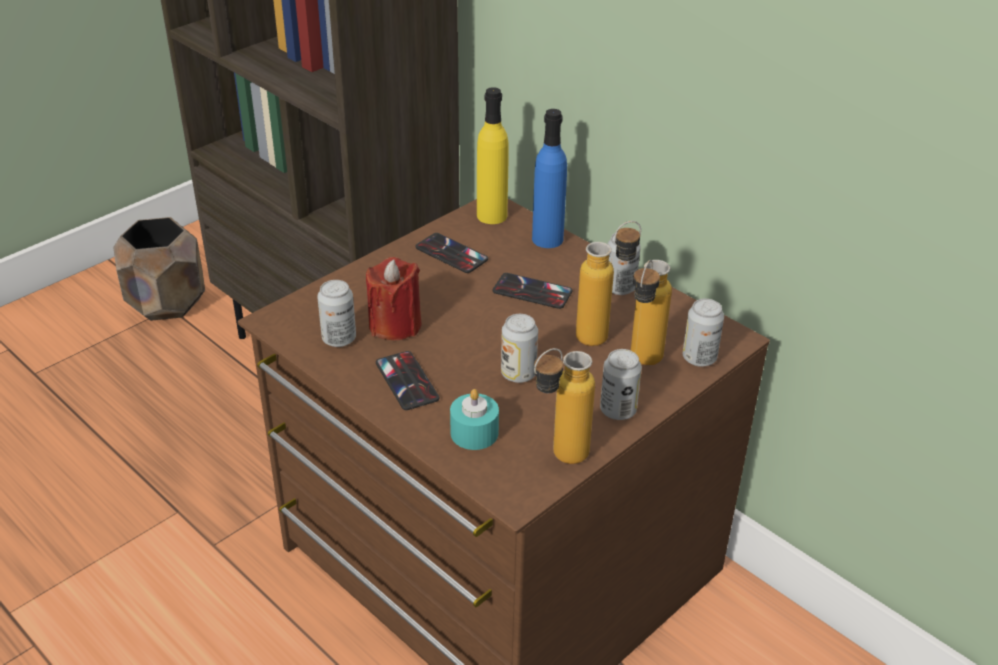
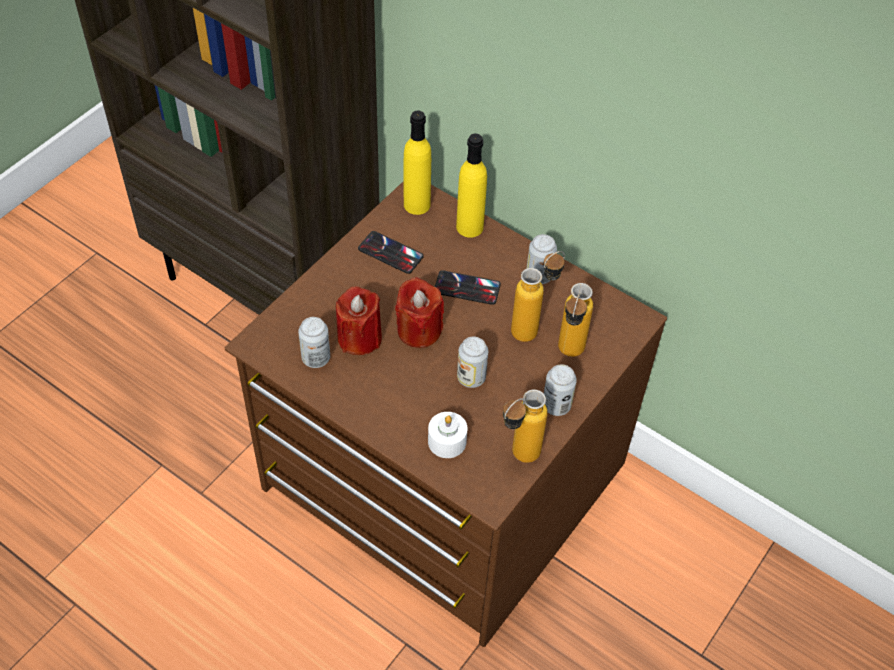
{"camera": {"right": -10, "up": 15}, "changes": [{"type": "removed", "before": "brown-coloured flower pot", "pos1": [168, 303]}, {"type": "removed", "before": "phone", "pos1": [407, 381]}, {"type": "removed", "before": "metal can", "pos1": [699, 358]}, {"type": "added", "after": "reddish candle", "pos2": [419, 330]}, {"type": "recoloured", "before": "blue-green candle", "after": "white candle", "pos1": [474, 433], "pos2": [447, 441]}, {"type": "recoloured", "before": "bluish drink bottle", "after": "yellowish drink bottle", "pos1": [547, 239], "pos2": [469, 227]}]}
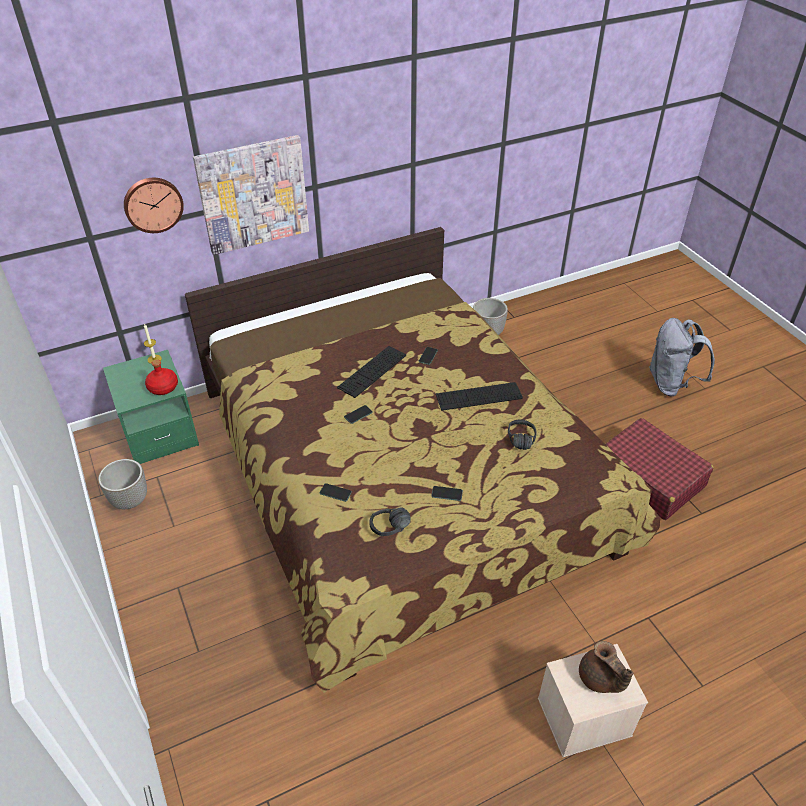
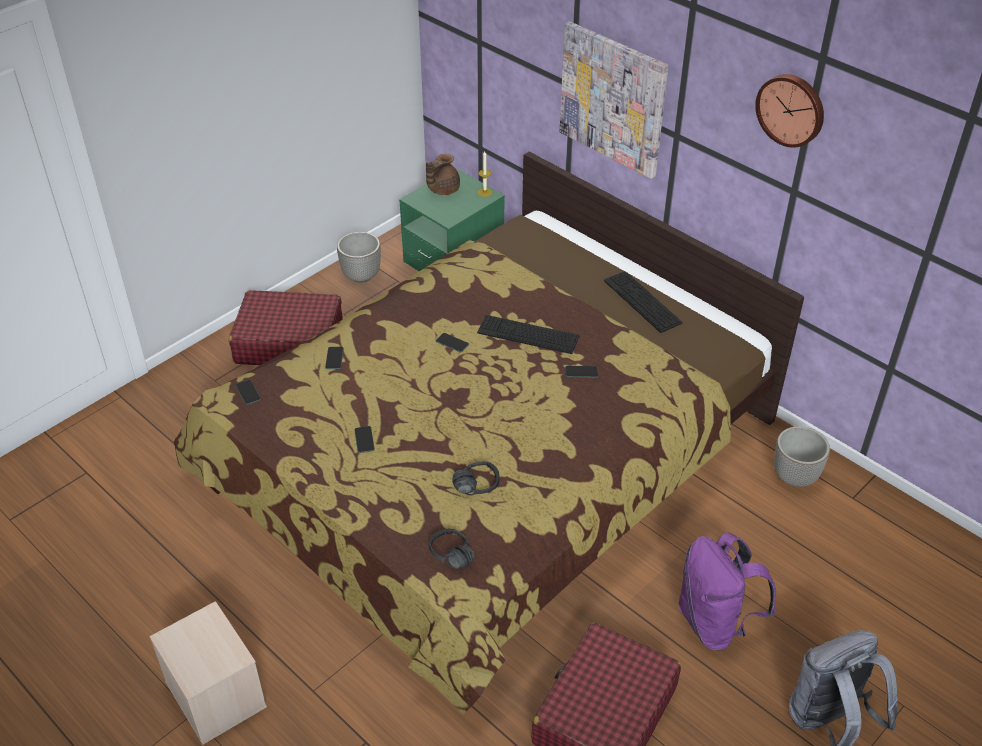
{"camera": {"right": 70, "up": 0}, "changes": [{"type": "removed", "before": "reddish drink bottle", "pos1": [163, 387]}, {"type": "added", "after": "reddish suitcase", "pos2": [289, 342]}, {"type": "added", "after": "phone", "pos2": [248, 392]}, {"type": "added", "after": "purple knapsack", "pos2": [715, 623]}, {"type": "moved", "before": "wall clock", "pos1": [153, 204], "pos2": [791, 109]}, {"type": "moved", "before": "black headphones", "pos1": [392, 531], "pos2": [446, 559]}, {"type": "moved", "before": "PC keyboard", "pos1": [479, 396], "pos2": [642, 301]}, {"type": "moved", "before": "brown-coloured tea pot", "pos1": [599, 679], "pos2": [442, 189]}]}
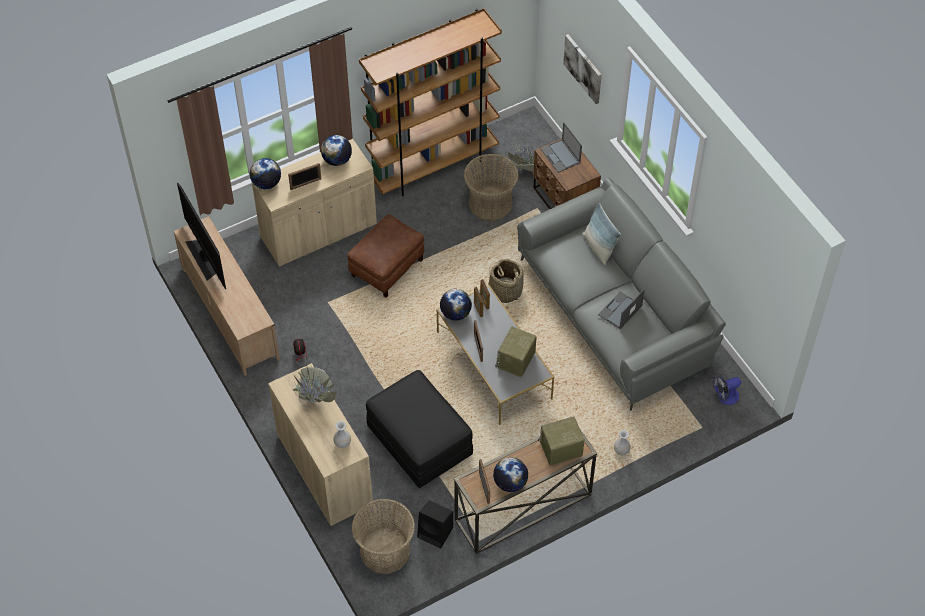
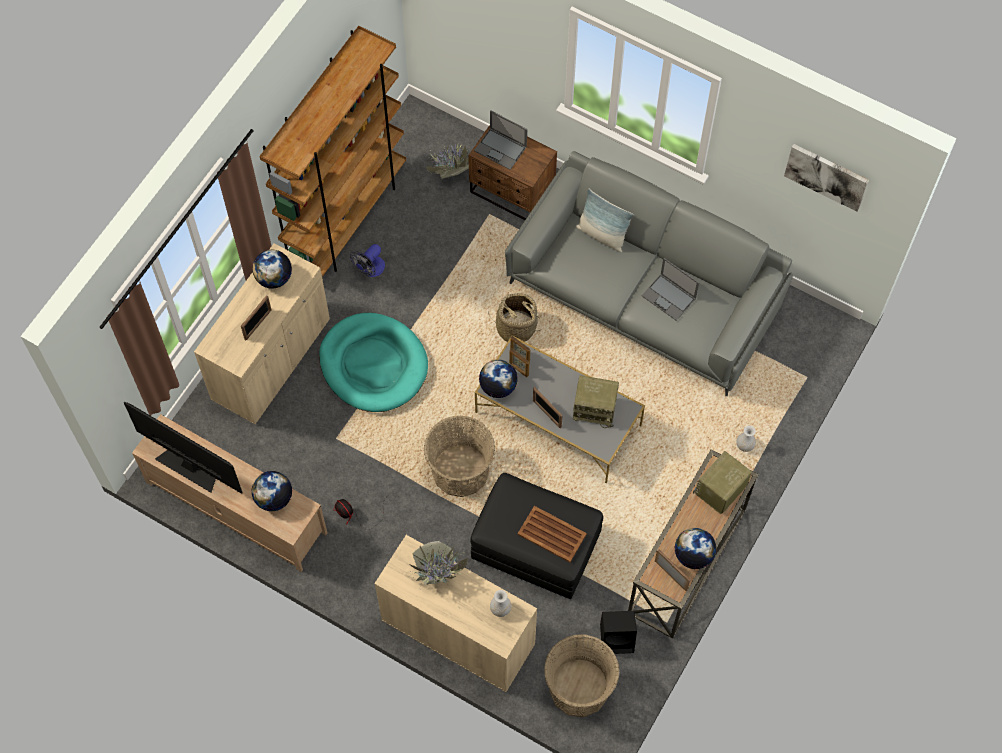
{"camera": {"right": -30, "up": 10}, "changes": [{"type": "added", "after": "brown-coloured serving tray", "pos2": [552, 535]}, {"type": "moved", "before": "desk globe", "pos1": [266, 183], "pos2": [274, 498]}, {"type": "moved", "before": "basket", "pos1": [490, 203], "pos2": [460, 470]}, {"type": "moved", "before": "wall picture", "pos1": [583, 68], "pos2": [826, 176]}, {"type": "moved", "before": "fan", "pos1": [724, 397], "pos2": [370, 270]}, {"type": "replaced", "before": "brown-coloured pouffe", "after": "blue-green dog bed", "pos1": [387, 267], "pos2": [373, 364]}, {"type": "turned", "before": "radio", "pos1": [516, 361], "pos2": [595, 408], "turn": -75}, {"type": "turned", "before": "notebook computer", "pos1": [620, 311], "pos2": [669, 297], "turn": -60}]}
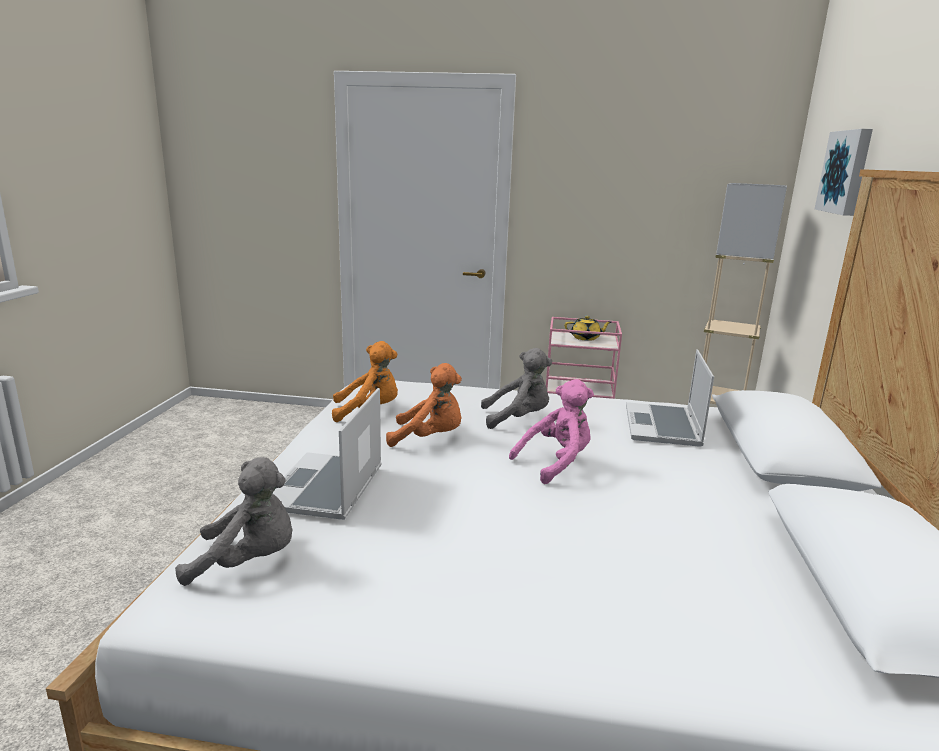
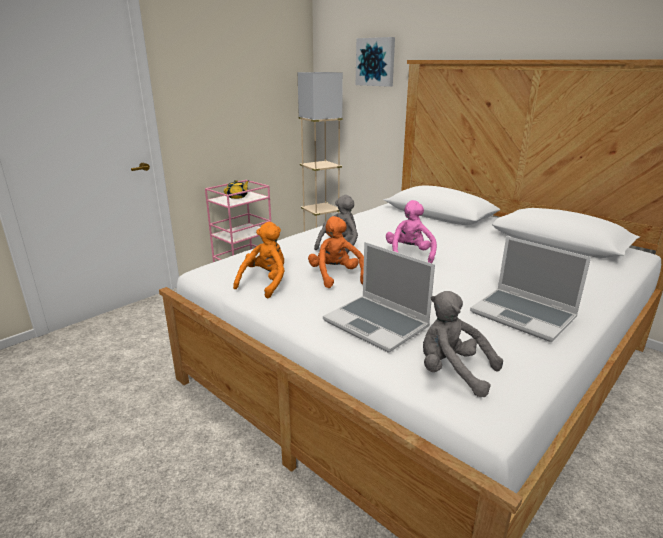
{"camera": {"right": -55, "up": 5}, "changes": [{"type": "moved", "before": "notebook computer", "pos1": [663, 427], "pos2": [524, 315]}, {"type": "turned", "before": "grey plush toy", "pos1": [248, 562], "pos2": [452, 372], "turn": -90}, {"type": "turned", "before": "orange-coloured plush toy", "pos1": [429, 438], "pos2": [336, 276], "turn": -60}]}
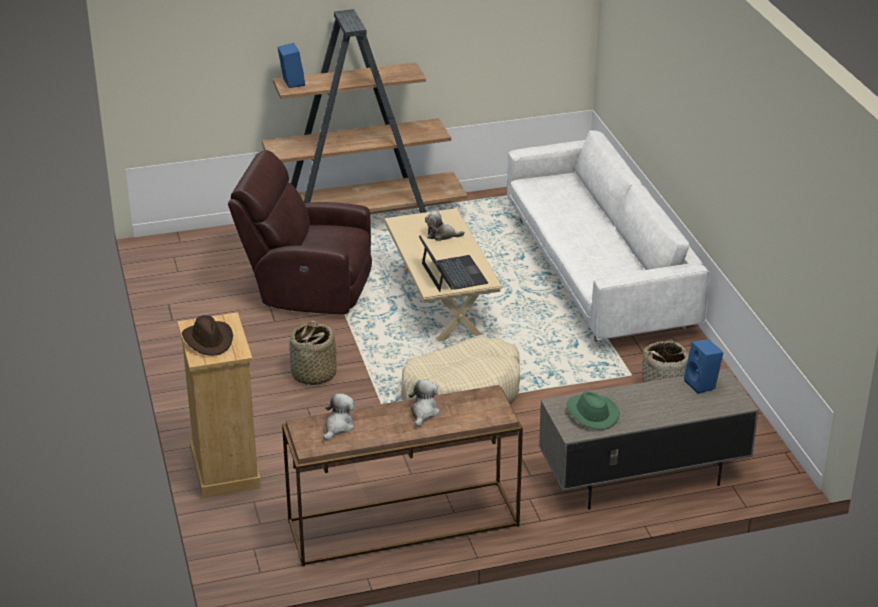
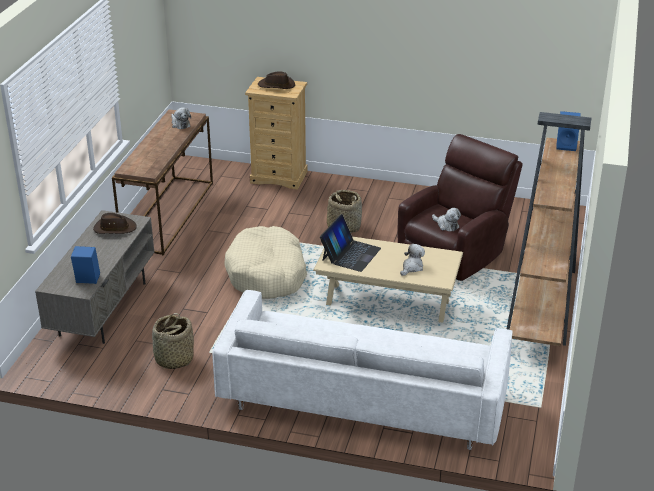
{"camera": {"right": 120, "up": 0}, "changes": [{"type": "moved", "before": "plush toy", "pos1": [424, 412], "pos2": [446, 225]}, {"type": "recoloured", "before": "green-coloured clothing hat", "after": "brown-coloured clothing hat", "pos1": [591, 413], "pos2": [114, 228]}, {"type": "turned", "before": "notebook computer", "pos1": [453, 273], "pos2": [350, 254], "turn": -75}]}
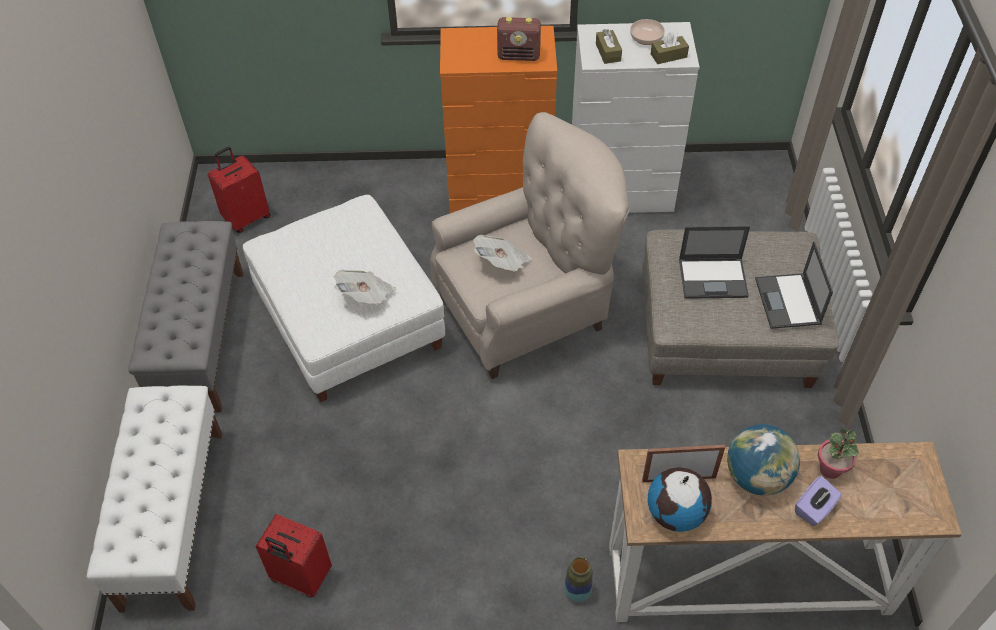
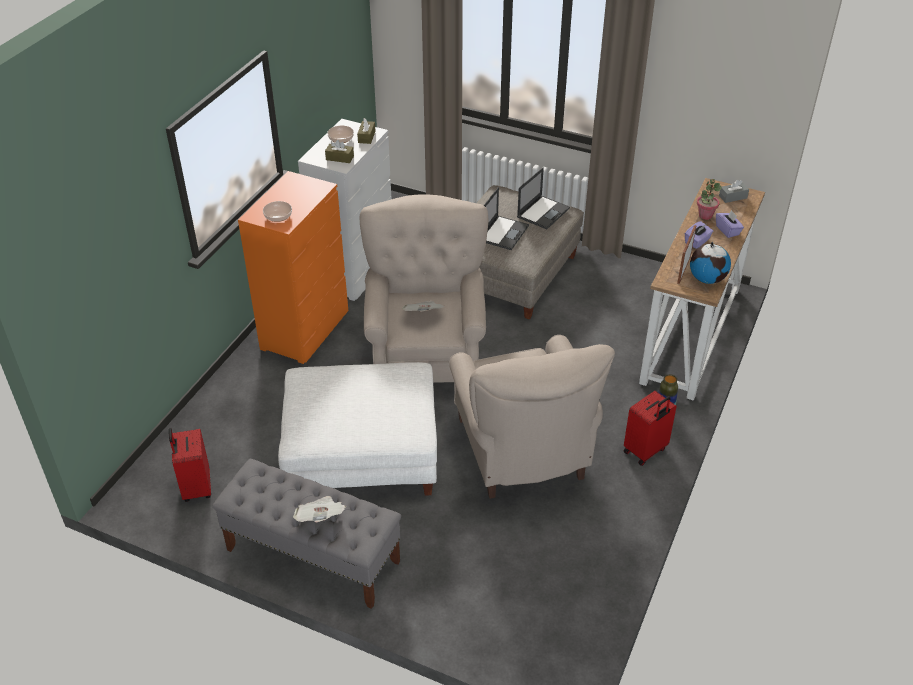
{"camera": {"right": -65, "up": -10}, "changes": [{"type": "removed", "before": "white bench", "pos1": [173, 517]}, {"type": "removed", "before": "radio", "pos1": [519, 56]}, {"type": "added", "after": "deep dish", "pos2": [278, 217]}, {"type": "added", "after": "beige lounge chair", "pos2": [522, 453]}, {"type": "added", "after": "grey tissue holder", "pos2": [733, 197]}, {"type": "moved", "before": "reddish suitcase", "pos1": [300, 577], "pos2": [645, 451]}, {"type": "moved", "before": "daily paper", "pos1": [367, 296], "pos2": [321, 518]}, {"type": "replaced", "before": "desk globe", "after": "purple tissue holder", "pos1": [757, 477], "pos2": [697, 242]}, {"type": "turned", "before": "notebook computer", "pos1": [788, 302], "pos2": [543, 212], "turn": -75}]}
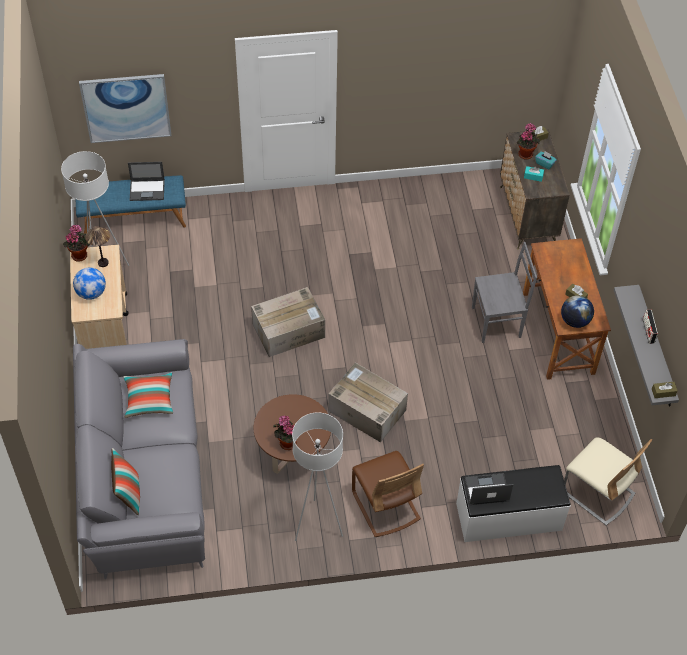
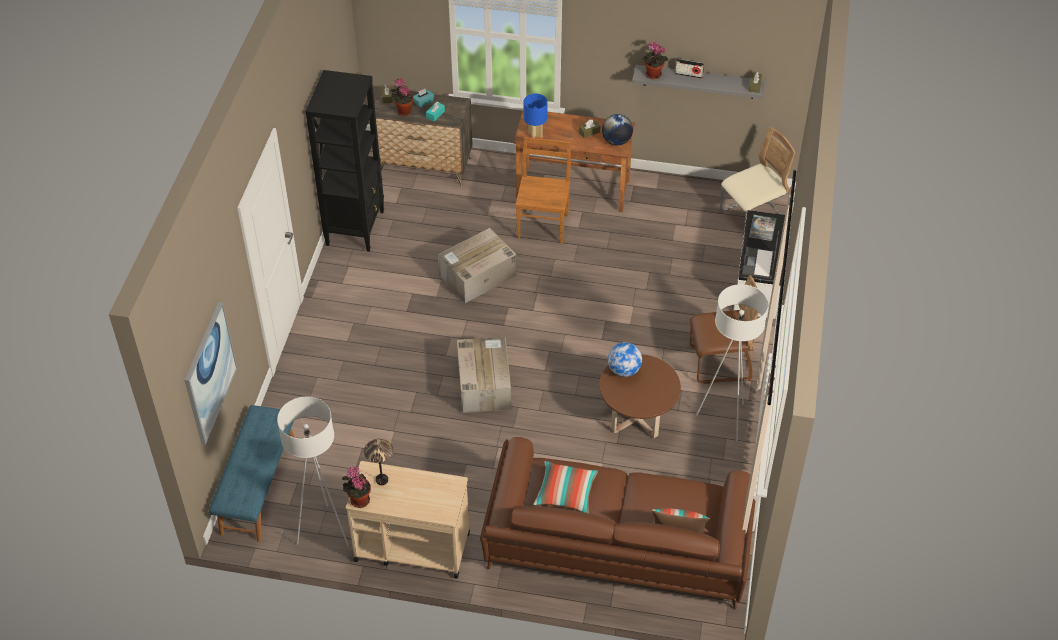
{"camera": {"right": -70, "up": -5}, "changes": [{"type": "removed", "before": "notebook computer", "pos1": [147, 190]}, {"type": "added", "after": "black bookcase", "pos2": [355, 227]}, {"type": "added", "after": "bluish lamp for a table", "pos2": [535, 135]}, {"type": "added", "after": "volume", "pos2": [762, 228]}, {"type": "moved", "before": "desk globe", "pos1": [91, 293], "pos2": [623, 370]}, {"type": "moved", "before": "houseplant", "pos1": [286, 442], "pos2": [652, 75]}, {"type": "moved", "before": "cardboard box", "pos1": [366, 410], "pos2": [477, 276]}, {"type": "recoloured", "before": "grey couch", "after": "brown-coloured couch", "pos1": [143, 472], "pos2": [616, 549]}, {"type": "recoloured", "before": "grey chair", "after": "brown-coloured chair", "pos1": [498, 322], "pos2": [543, 225]}]}
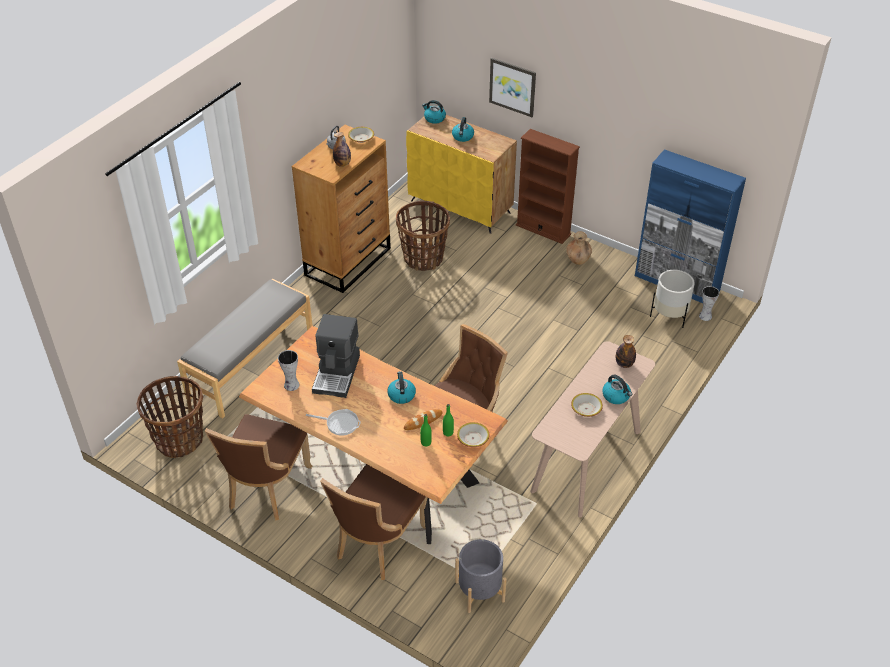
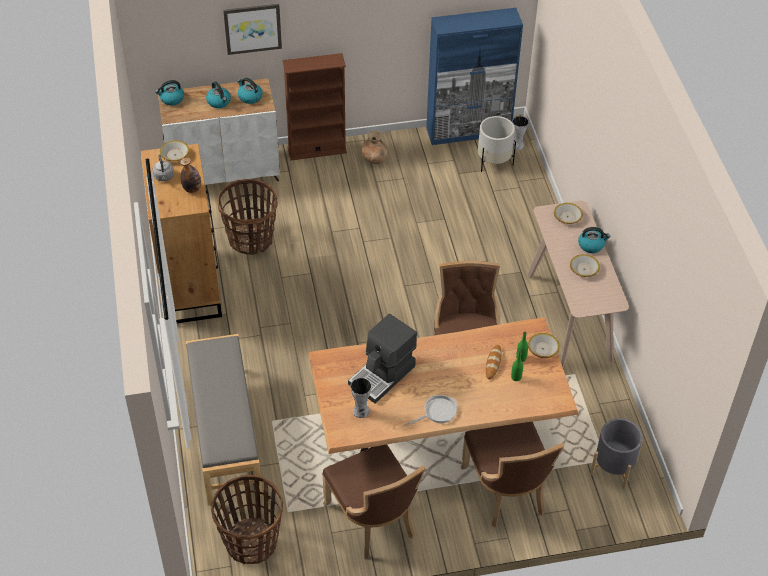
{"camera": {"right": -45, "up": 5}, "changes": [{"type": "moved", "before": "kettle", "pos1": [401, 395], "pos2": [249, 97]}, {"type": "replaced", "before": "drink bottle", "after": "deep dish", "pos1": [624, 364], "pos2": [567, 217]}, {"type": "recoloured", "before": "yellowish cabinet", "after": "white cabinet", "pos1": [461, 207], "pos2": [224, 172]}, {"type": "turned", "before": "coffee maker", "pos1": [337, 373], "pos2": [383, 375], "turn": 75}]}
